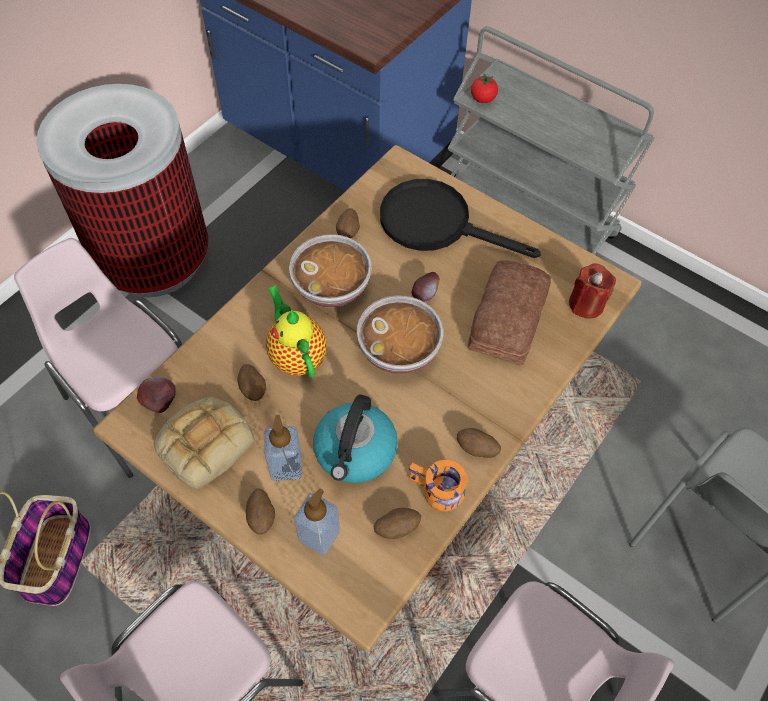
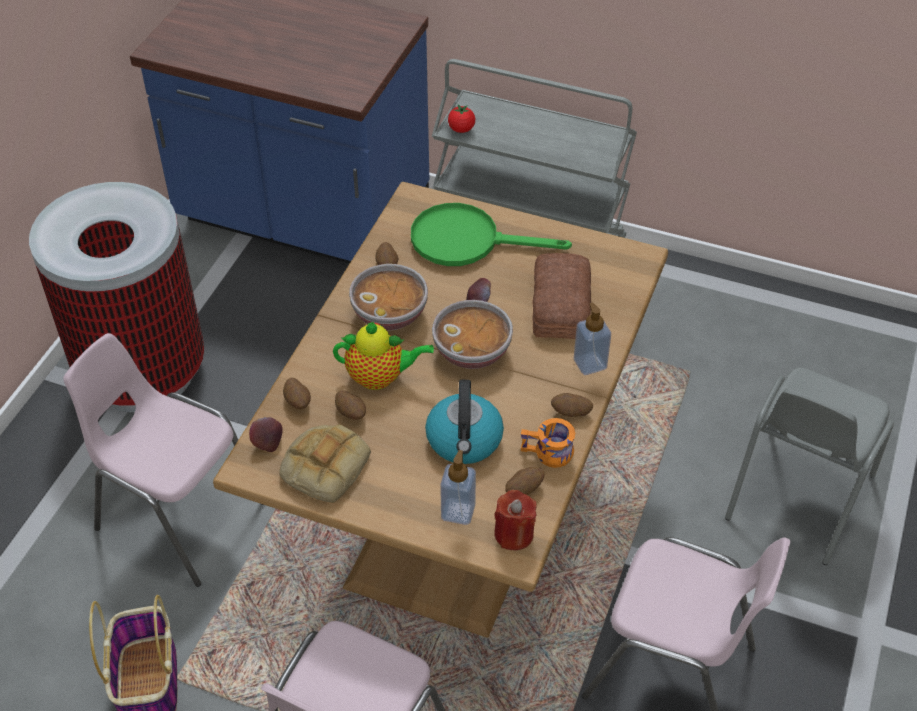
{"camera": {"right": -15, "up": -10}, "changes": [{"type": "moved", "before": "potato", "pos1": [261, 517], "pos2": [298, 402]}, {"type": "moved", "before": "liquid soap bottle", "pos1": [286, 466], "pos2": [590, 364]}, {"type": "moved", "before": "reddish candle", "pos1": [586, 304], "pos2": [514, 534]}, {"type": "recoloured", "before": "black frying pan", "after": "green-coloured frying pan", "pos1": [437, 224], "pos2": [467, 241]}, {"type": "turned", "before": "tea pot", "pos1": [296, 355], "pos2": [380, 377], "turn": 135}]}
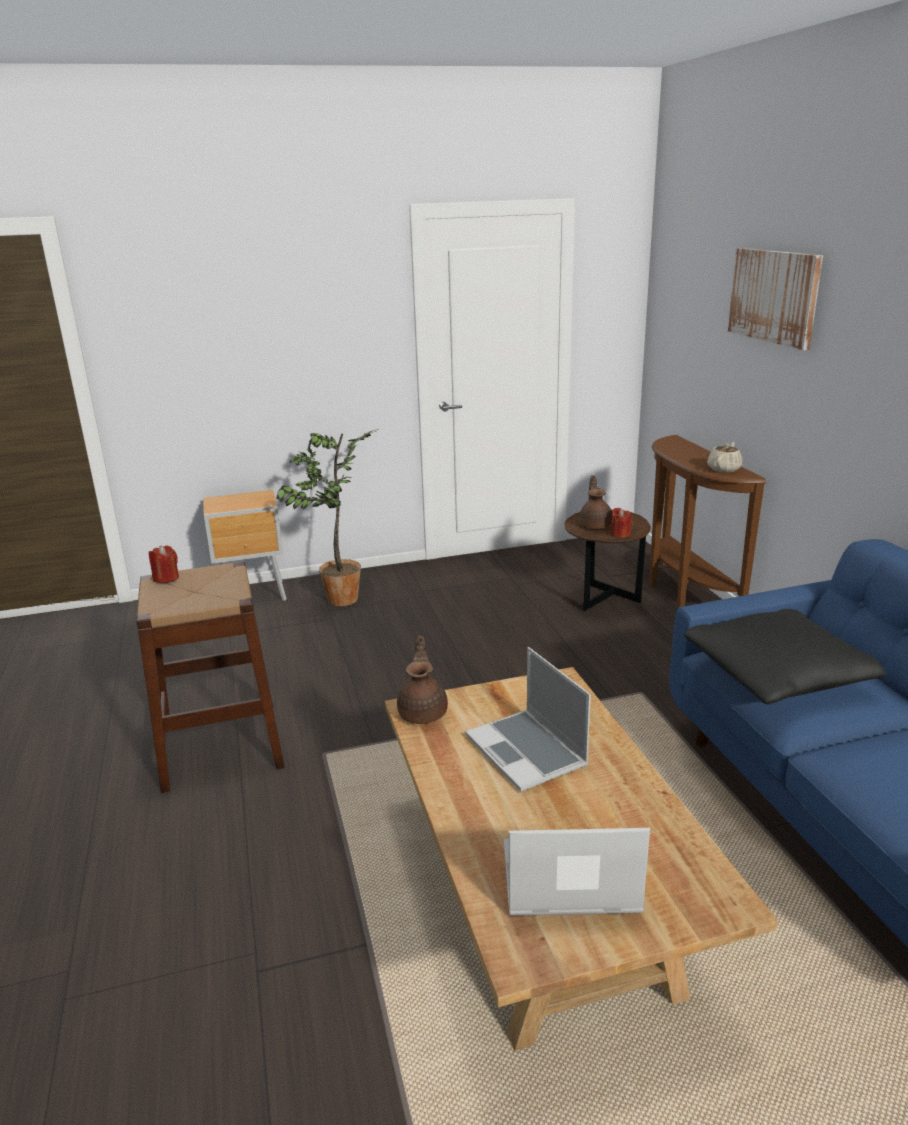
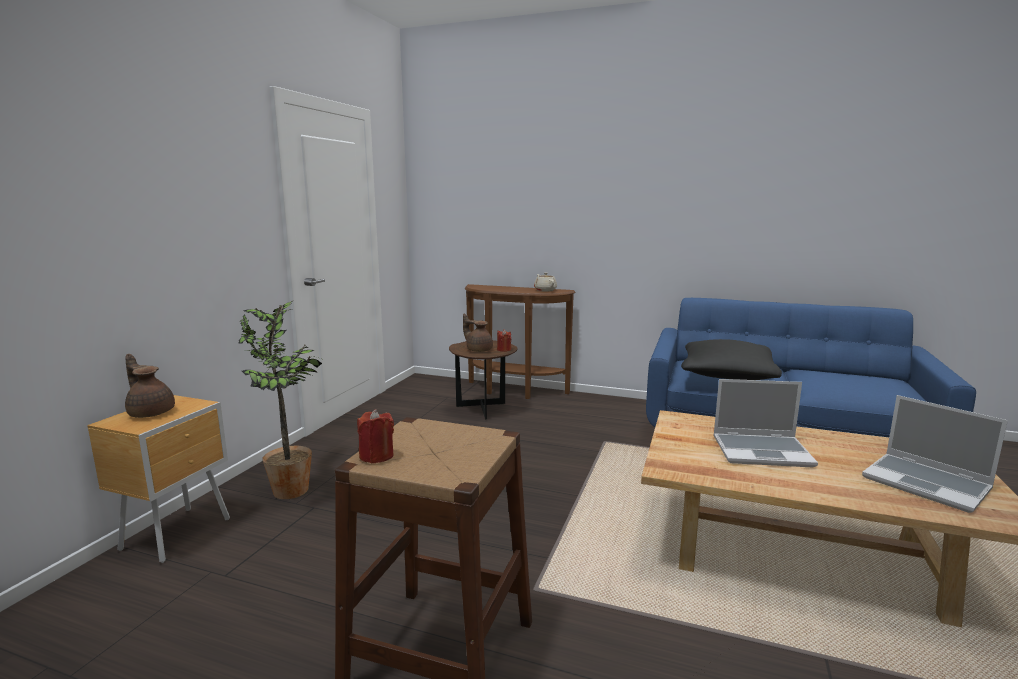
{"camera": {"right": -55, "up": -10}, "changes": [{"type": "removed", "before": "wall picture", "pos1": [774, 296]}, {"type": "moved", "before": "brown-coloured tea pot", "pos1": [423, 712], "pos2": [151, 412]}, {"type": "turned", "before": "notebook computer", "pos1": [568, 881], "pos2": [927, 484], "turn": -75}]}
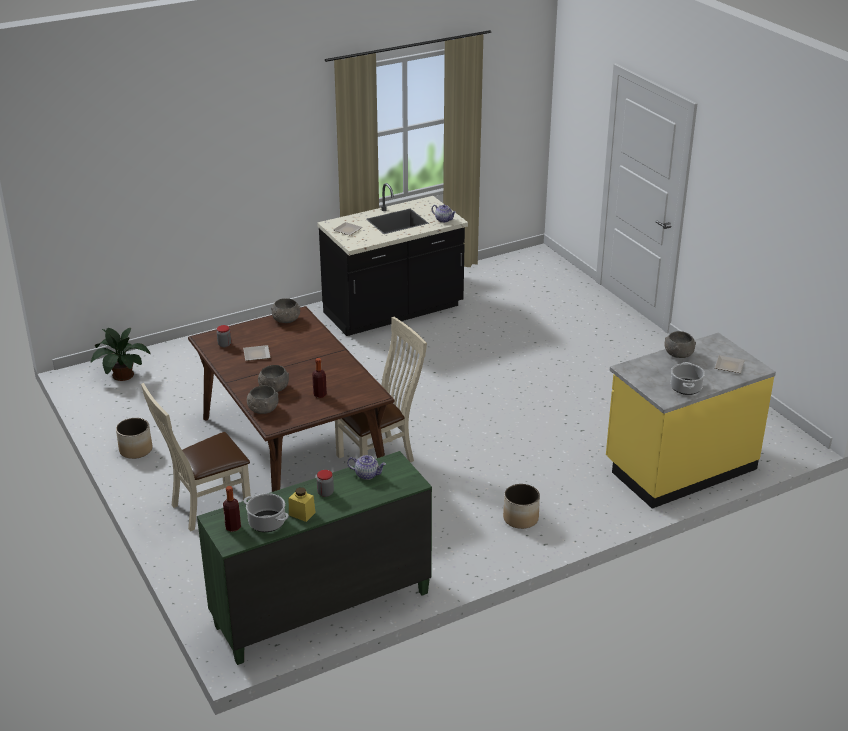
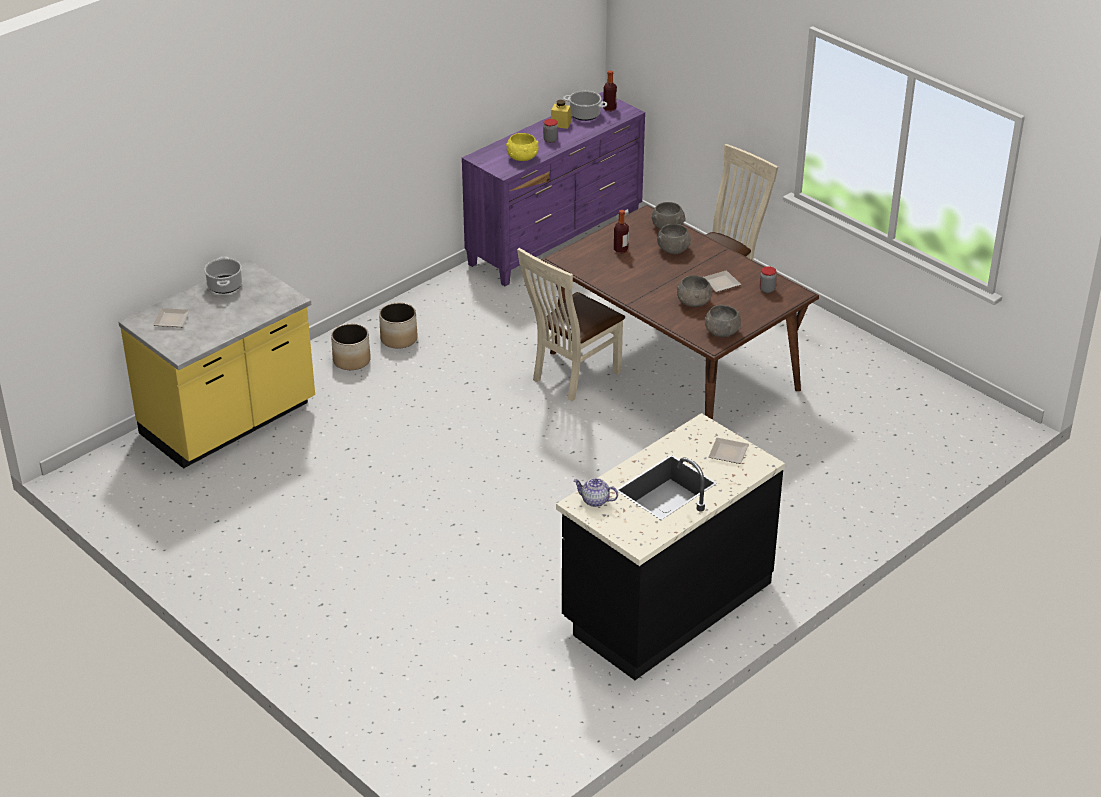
{"camera": {"right": 165, "up": 5}, "changes": [{"type": "removed", "before": "houseplant", "pos1": [121, 375]}, {"type": "moved", "before": "flower pot", "pos1": [135, 450], "pos2": [352, 360]}, {"type": "moved", "before": "grey deep dish", "pos1": [678, 354], "pos2": [694, 302]}, {"type": "replaced", "before": "tea pot", "after": "yellowish deep dish", "pos1": [367, 474], "pos2": [522, 158]}, {"type": "recoloured", "before": "green-coloured chest of drawers", "after": "purple chest of drawers", "pos1": [321, 609], "pos2": [555, 240]}]}
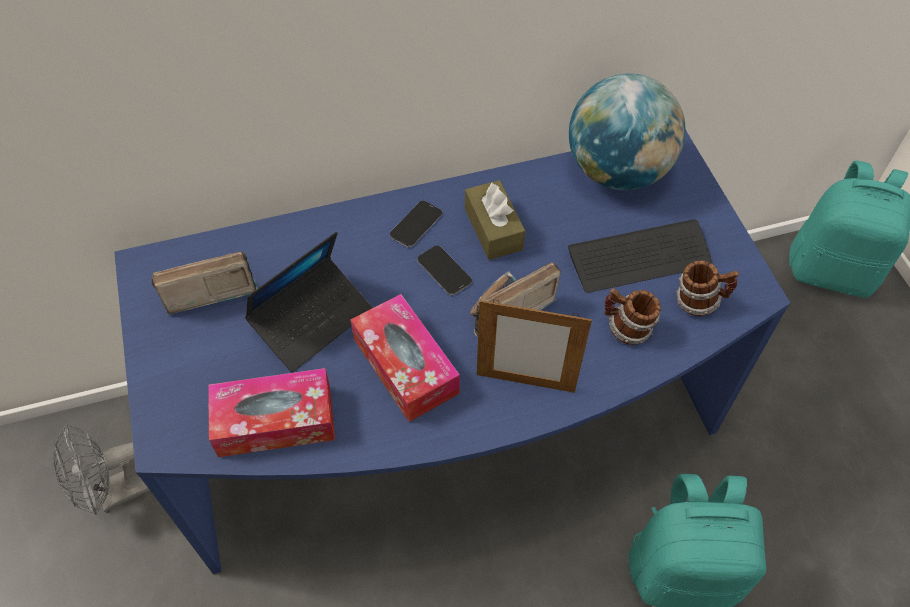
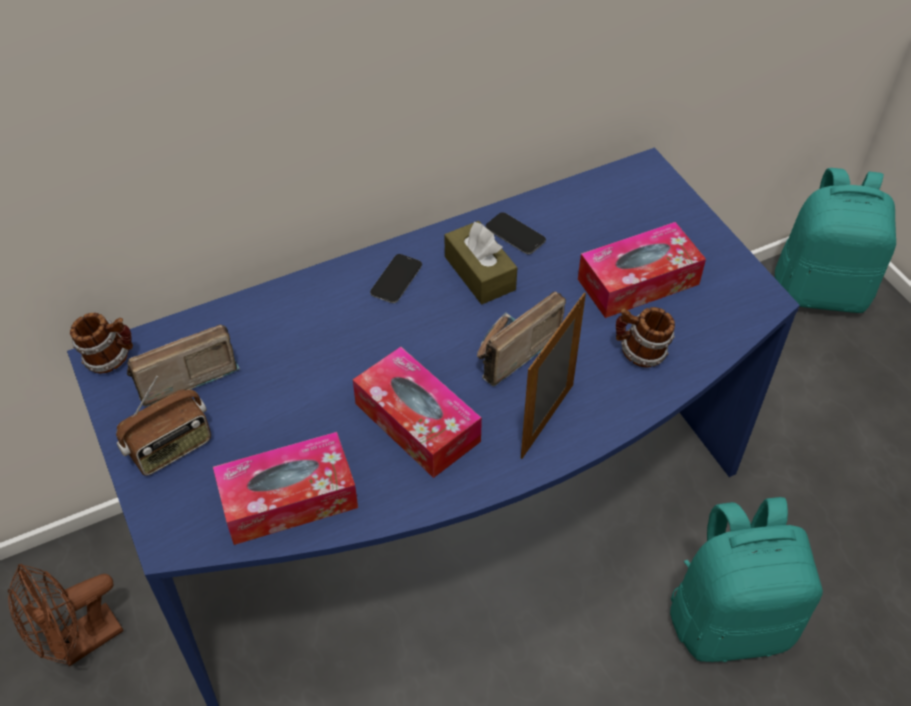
{"camera": {"right": -10, "up": -5}, "changes": [{"type": "removed", "before": "notebook computer", "pos1": [312, 320]}, {"type": "removed", "before": "desk globe", "pos1": [617, 171]}, {"type": "added", "after": "radio", "pos2": [171, 448]}, {"type": "moved", "before": "phone", "pos1": [444, 271], "pos2": [515, 234]}, {"type": "moved", "before": "coffee mug", "pos1": [699, 301], "pos2": [110, 358]}, {"type": "replaced", "before": "PC keyboard", "after": "tissue holder", "pos1": [639, 258], "pos2": [638, 281]}, {"type": "recoloured", "before": "grey fan", "after": "brown-coloured fan", "pos1": [116, 493], "pos2": [79, 643]}, {"type": "turned", "before": "standing frame", "pos1": [525, 382], "pos2": [547, 421], "turn": 120}]}
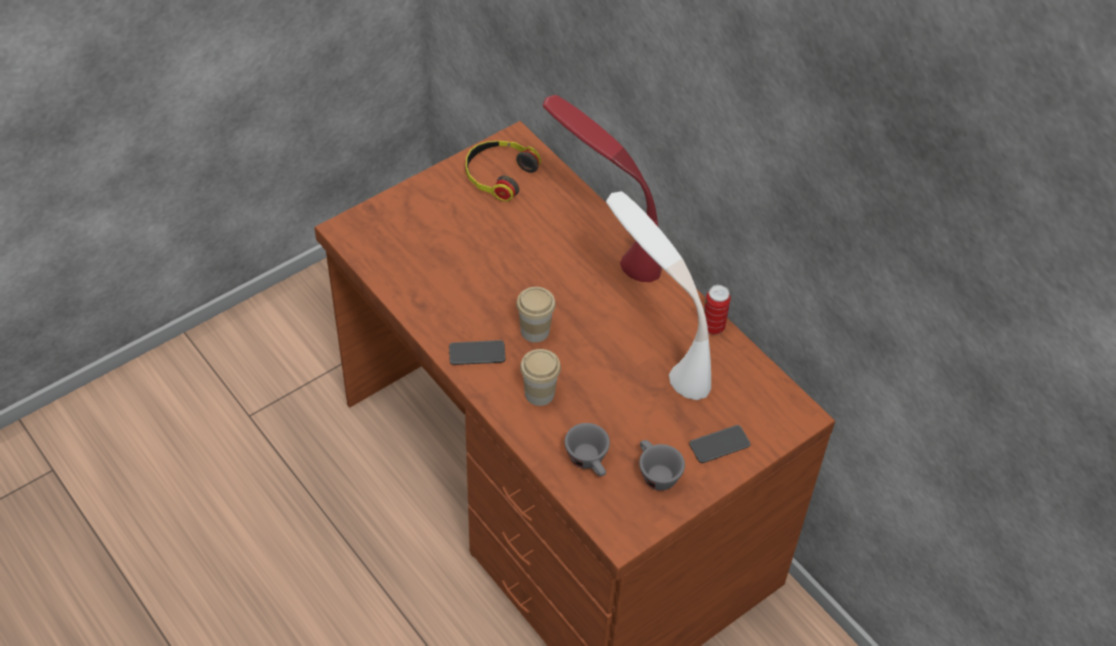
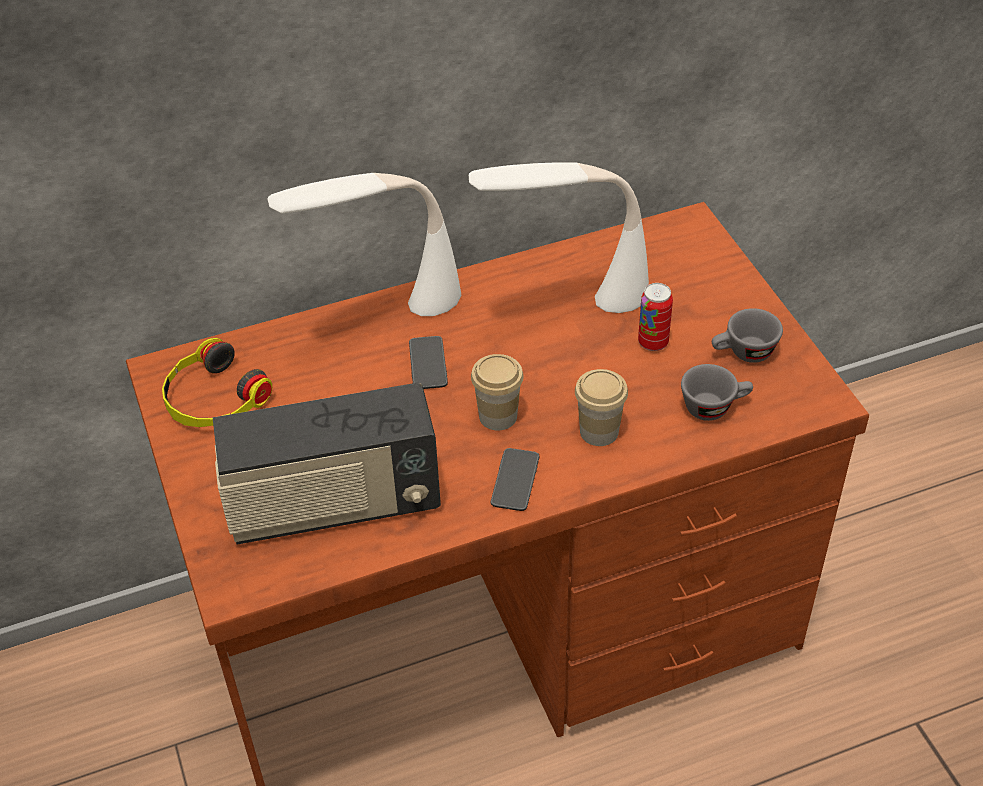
{"camera": {"right": -70, "up": -5}, "changes": [{"type": "added", "after": "radio", "pos2": [334, 506]}, {"type": "moved", "before": "phone", "pos1": [719, 445], "pos2": [428, 364]}, {"type": "moved", "before": "metal can", "pos1": [713, 327], "pos2": [653, 343]}, {"type": "recoloured", "before": "reddish lamp for a table", "after": "white lamp for a table", "pos1": [599, 243], "pos2": [380, 327]}]}
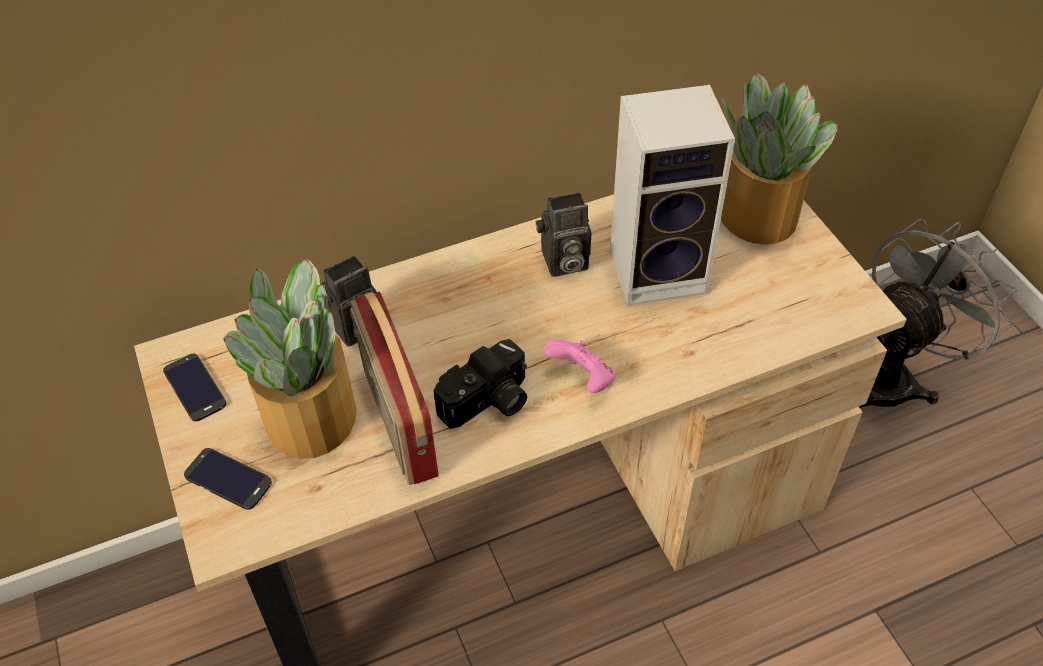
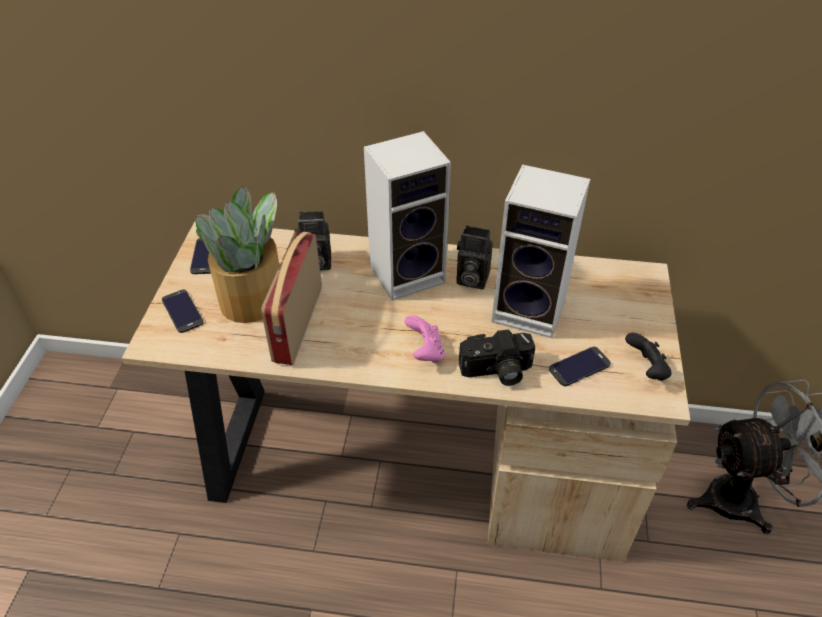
{"camera": {"right": 30, "up": -5}, "changes": [{"type": "removed", "before": "houseplant", "pos1": [757, 215]}, {"type": "added", "after": "loudspeaker", "pos2": [409, 273]}, {"type": "added", "after": "phone", "pos2": [579, 367]}, {"type": "added", "after": "black gamepad", "pos2": [646, 369]}, {"type": "moved", "before": "still camera", "pos1": [488, 403], "pos2": [496, 371]}]}
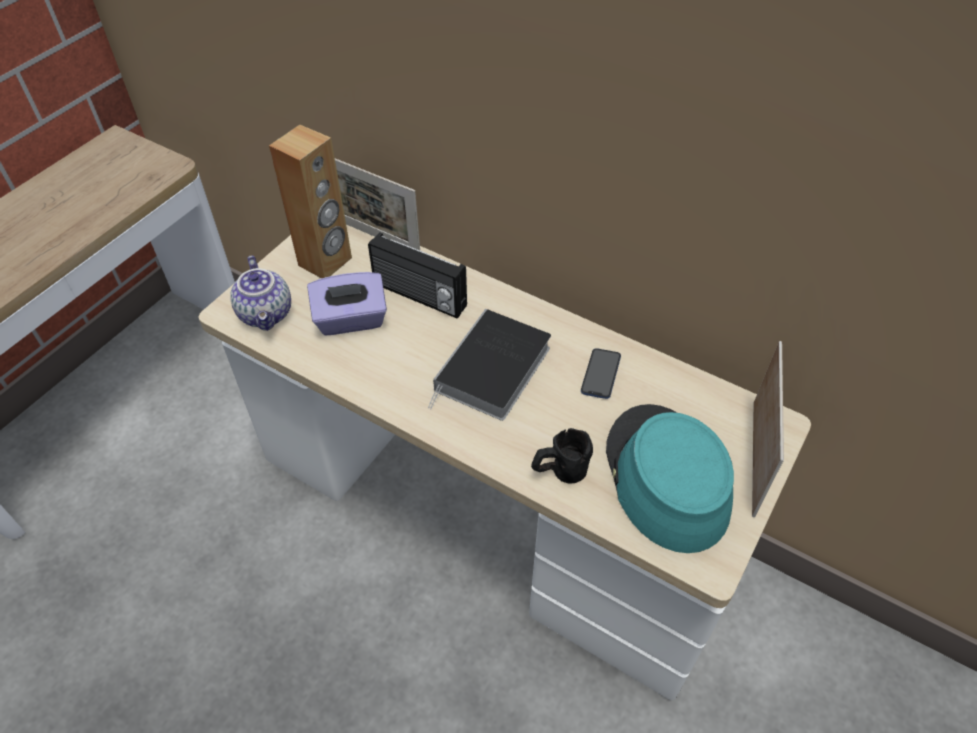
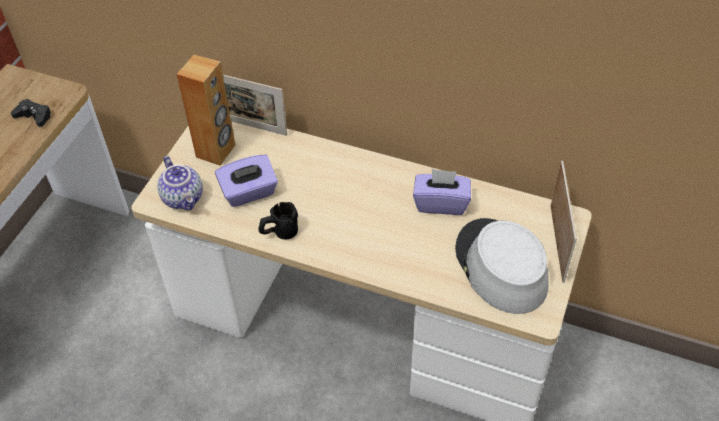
{"camera": {"right": -10, "up": 0}, "changes": [{"type": "removed", "before": "radio", "pos1": [418, 296]}, {"type": "removed", "before": "volume", "pos1": [492, 372]}, {"type": "added", "after": "black gamepad", "pos2": [34, 116]}, {"type": "moved", "before": "black coffee mug", "pos1": [559, 472], "pos2": [279, 233]}, {"type": "replaced", "before": "phone", "after": "purple tissue holder", "pos1": [600, 374], "pos2": [441, 203]}, {"type": "recoloured", "before": "blue-green clothing hat", "after": "grey clothing hat", "pos1": [665, 478], "pos2": [500, 267]}]}
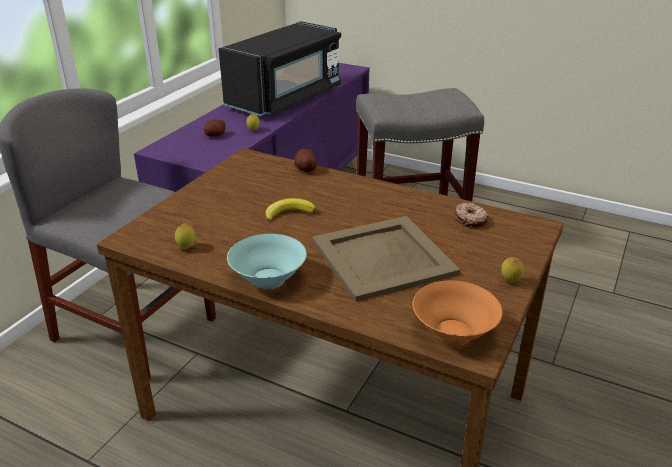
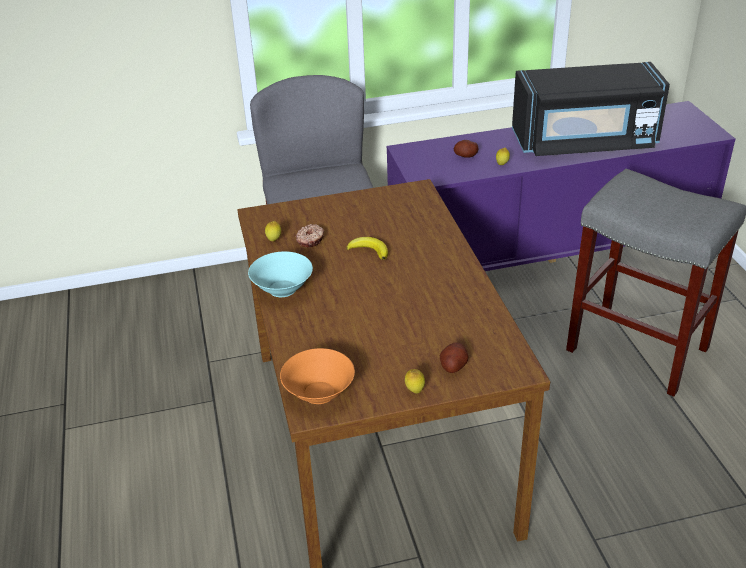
{"camera": {"right": 50, "up": 5}, "changes": [{"type": "removed", "before": "beige serving tray", "pos1": [383, 256]}, {"type": "moved", "before": "potato", "pos1": [305, 169], "pos2": [453, 366]}, {"type": "moved", "before": "donut", "pos1": [470, 219], "pos2": [311, 240]}]}
